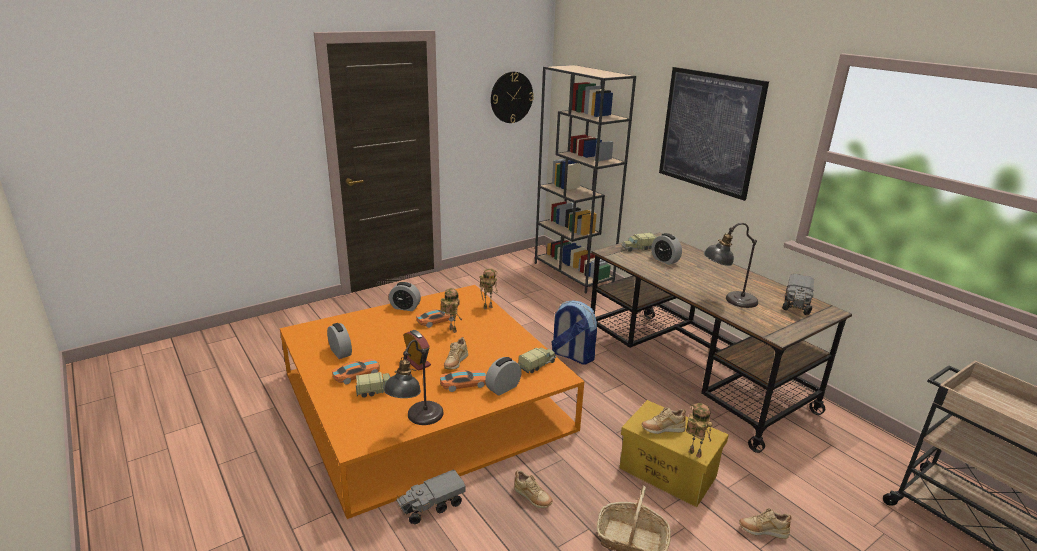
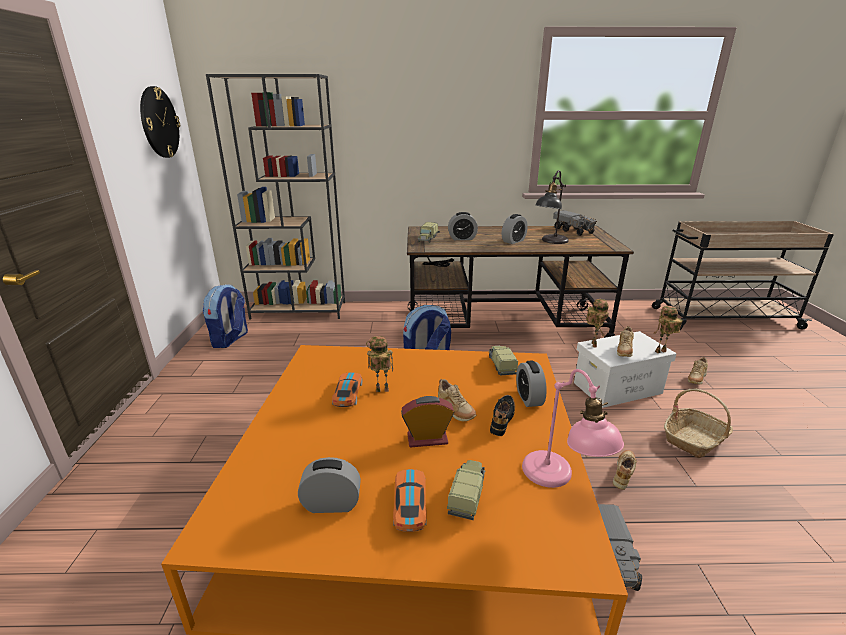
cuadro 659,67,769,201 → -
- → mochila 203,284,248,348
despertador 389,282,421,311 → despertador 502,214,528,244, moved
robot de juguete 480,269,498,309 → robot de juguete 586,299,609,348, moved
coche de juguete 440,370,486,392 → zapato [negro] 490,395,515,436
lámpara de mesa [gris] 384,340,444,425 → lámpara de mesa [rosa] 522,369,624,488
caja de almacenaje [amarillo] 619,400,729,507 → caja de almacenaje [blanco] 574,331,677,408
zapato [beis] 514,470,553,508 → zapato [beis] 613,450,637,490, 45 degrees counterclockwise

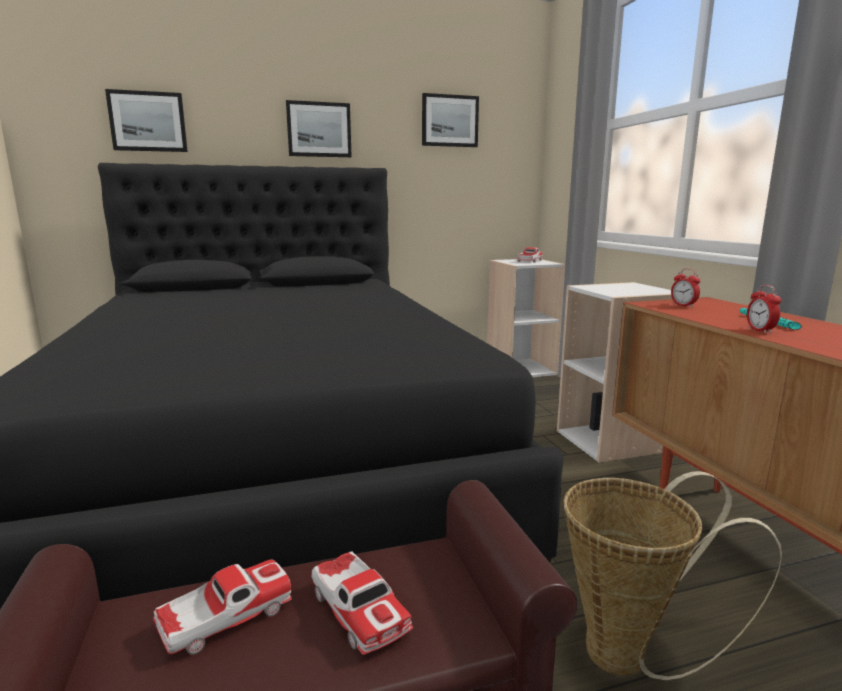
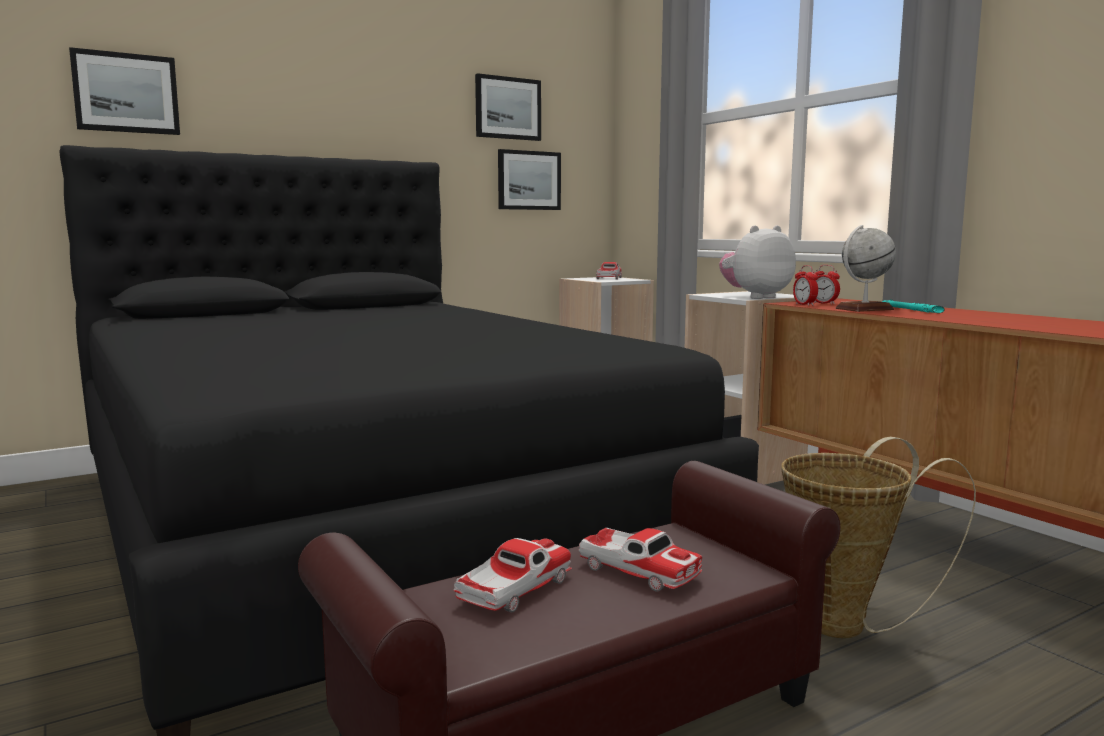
- → peluche 719,225,796,299
- → globo terráqueo 836,225,896,312
cuadro 286,100,352,157 → cuadro 498,149,561,210, moved
despertador 747,285,781,333 → despertador 793,265,818,306, moved

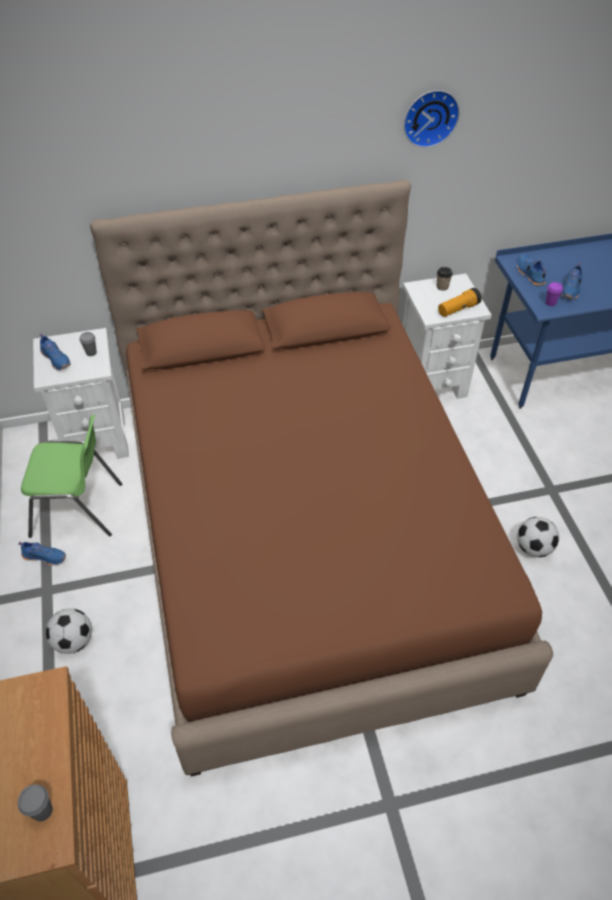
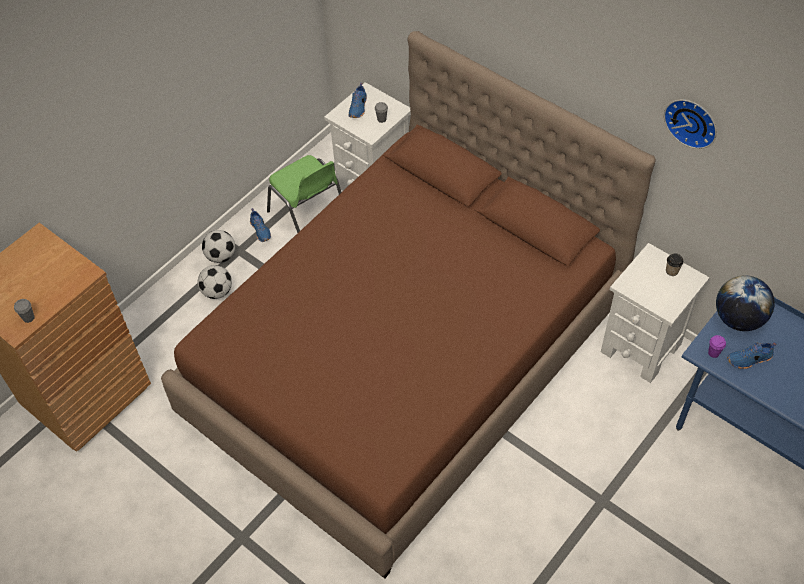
linterna 438,288,482,317 → -
balón de fútbol 517,517,559,557 → balón de fútbol 202,230,235,263, moved
zapato [azul] 517,254,546,285 → globo terráqueo 716,275,775,331

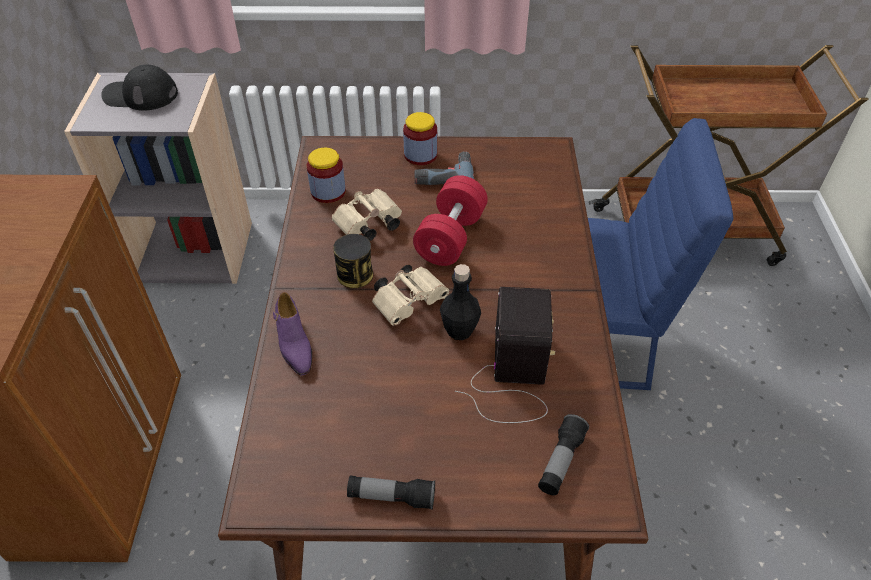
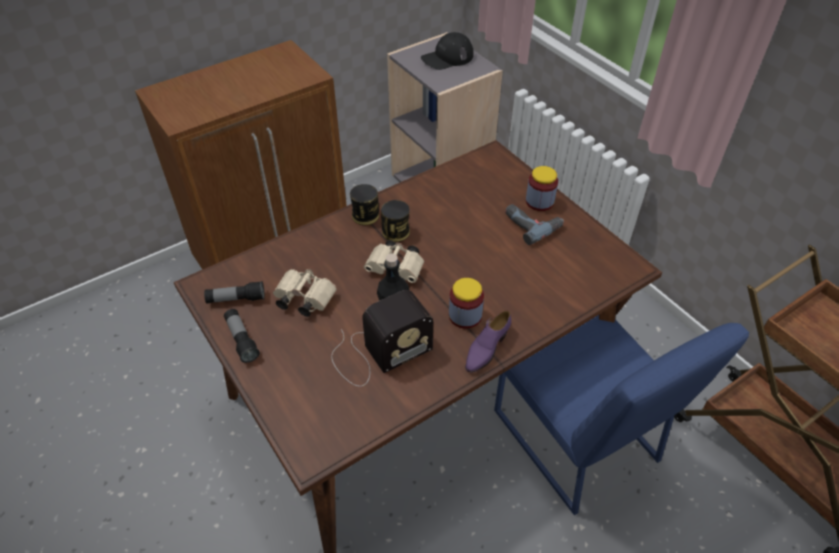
mancuerna [rojo] 413,175,488,266 → -
- → lata 350,184,379,225
zapato [morado] 273,292,312,375 → zapato [morado] 465,311,511,373, moved
tarro 307,148,346,203 → tarro 449,278,484,329, moved
prismáticos [beis] 332,189,402,241 → prismáticos [beis] 273,269,337,317, moved
linterna 538,414,589,495 → linterna 204,281,265,304, moved
gorra [negro] 101,65,178,111 → gorra [negro] 421,32,474,70, 90 degrees counterclockwise

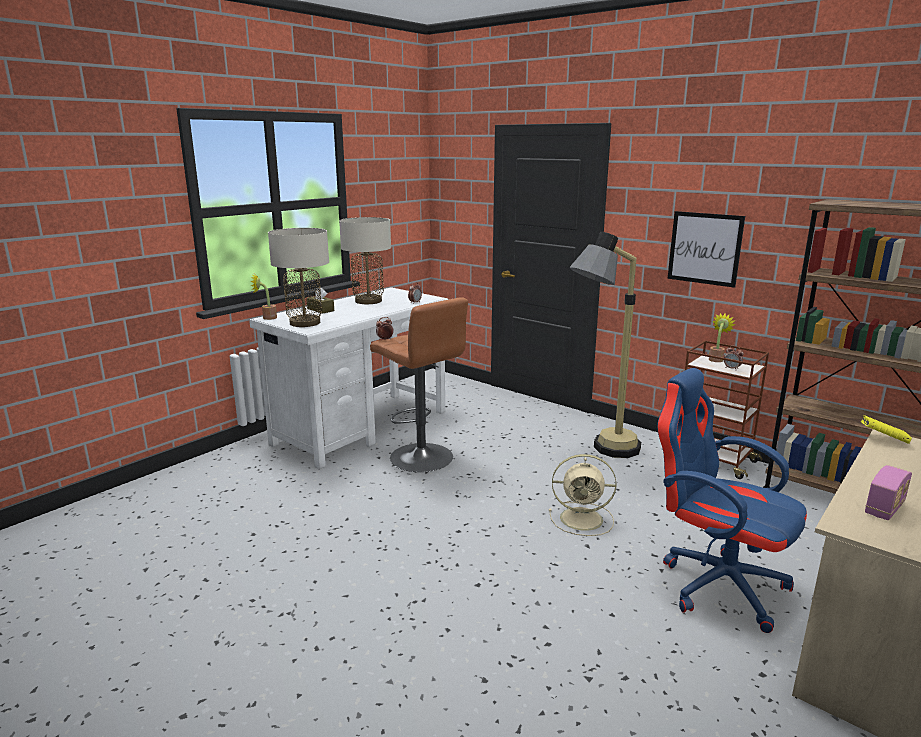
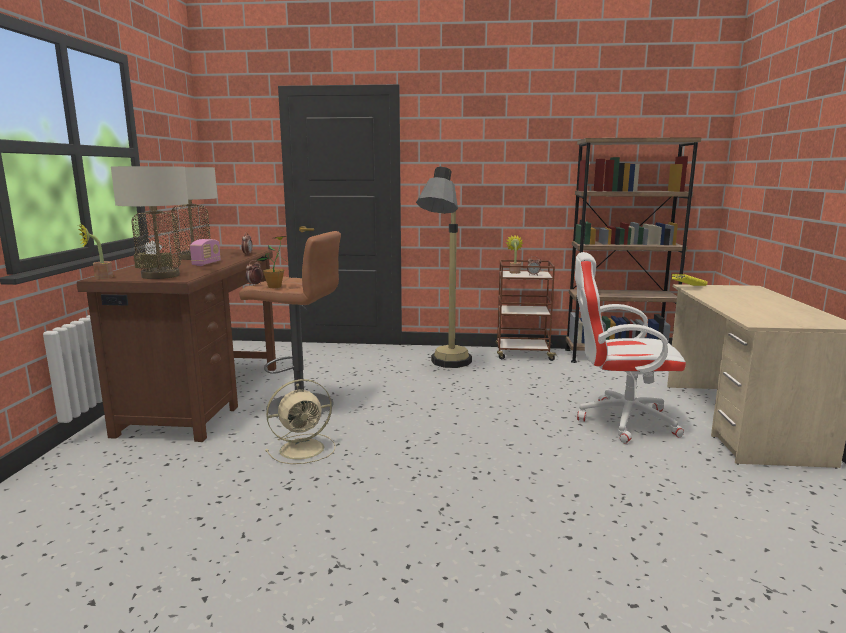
cuadro 668,211,745,288 → -
- → planta en maceta 258,236,287,288
ventilador [beis] 549,454,617,536 → ventilador [beis] 265,379,336,464, moved
radio 865,465,912,520 → radio 190,239,221,266, moved
escritorio [blanco] 249,287,448,469 → escritorio [marrón] 77,249,276,442
silla de oficina [azul] 657,368,807,633 → silla de oficina [blanco] 575,252,686,443

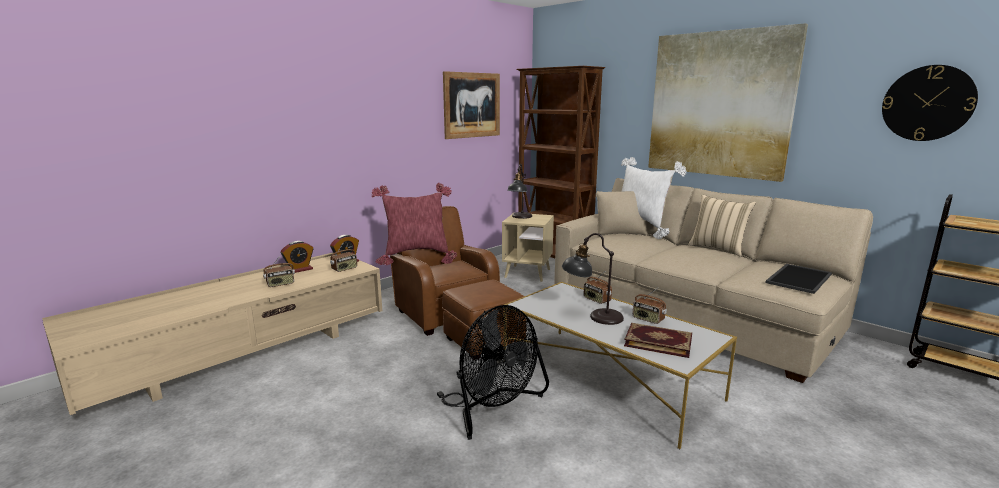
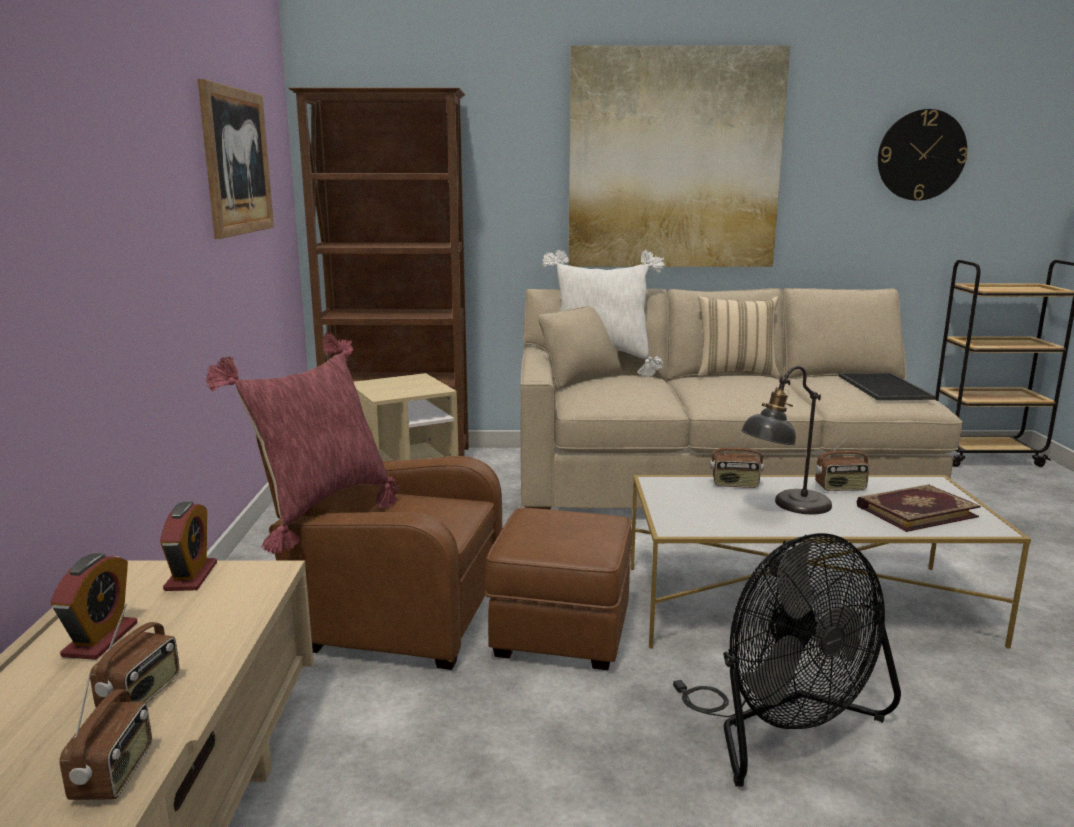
lámpara de mesa [gris] 507,164,532,219 → -
radio 330,242,357,272 → radio 60,673,152,800, moved
ventilador [negro] 437,305,549,440 → ventilador [negro] 673,533,901,787, 60 degrees clockwise

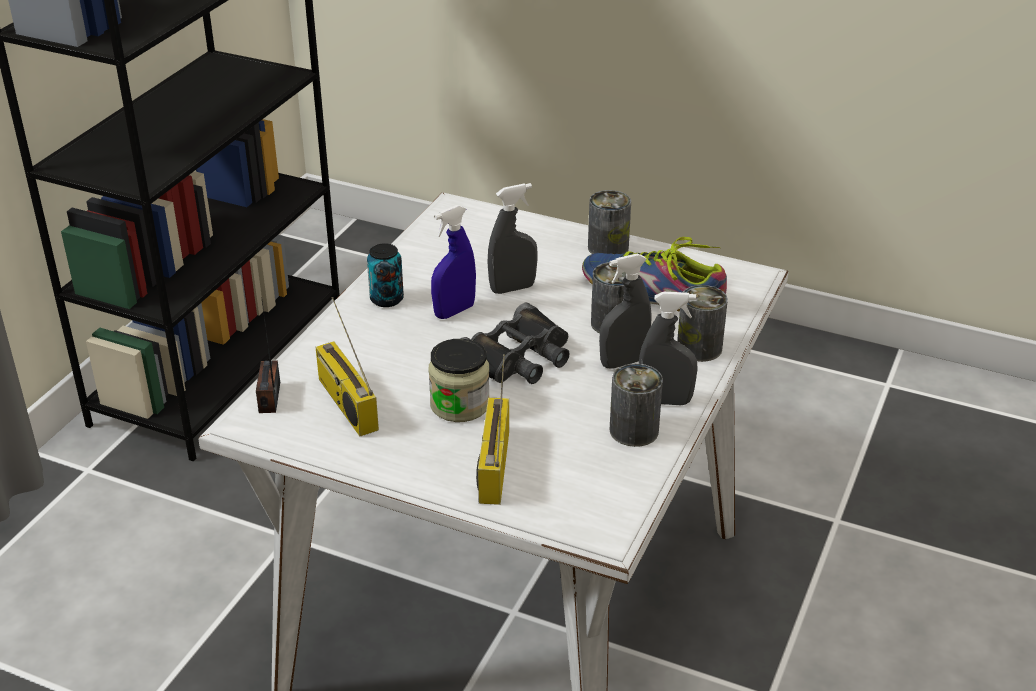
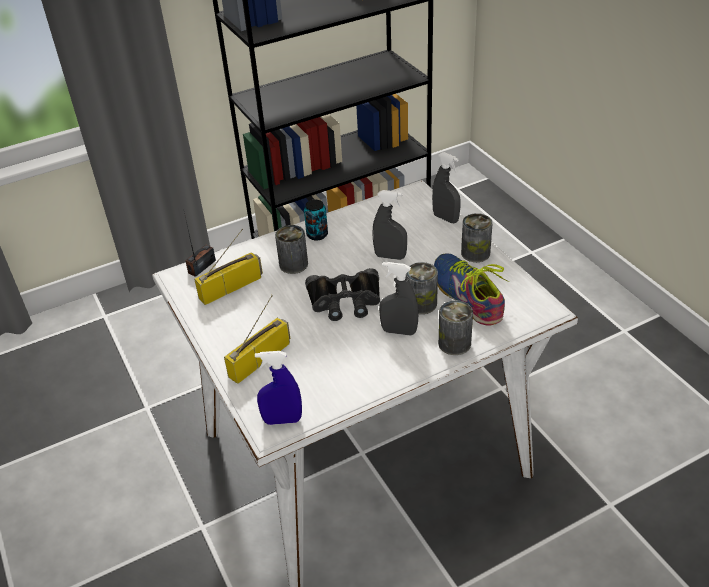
tarro 429,339,490,422 → -
pulverizador [azul] 431,205,476,319 → pulverizador [azul] 255,351,302,425, moved
lata 609,364,663,447 → lata 275,225,308,274, moved
pulverizador [gris] 639,292,698,405 → pulverizador [gris] 432,152,460,223, moved
radio 316,297,379,436 → radio 194,229,263,305, 45 degrees clockwise

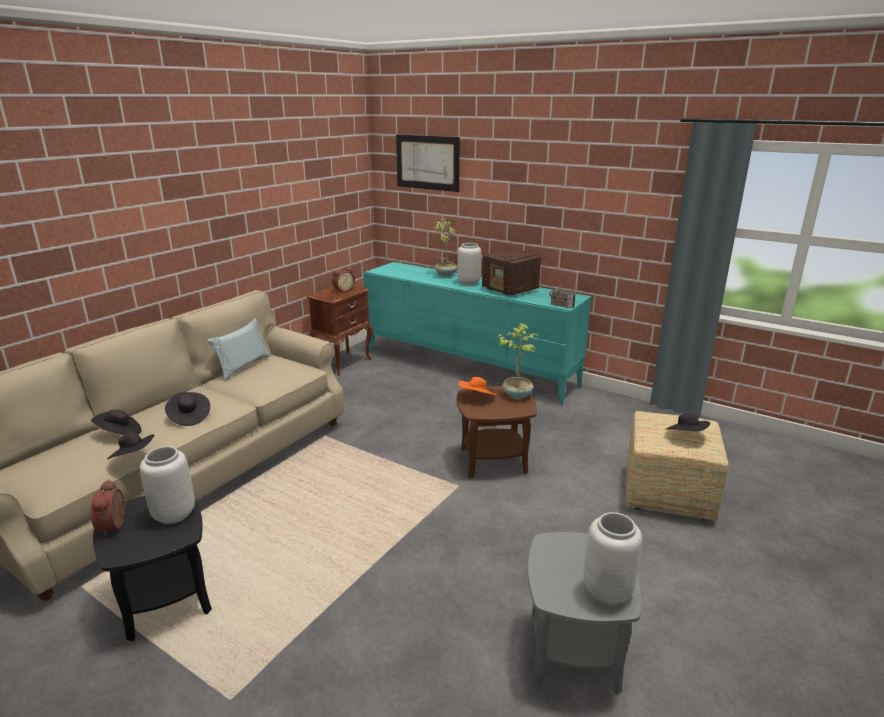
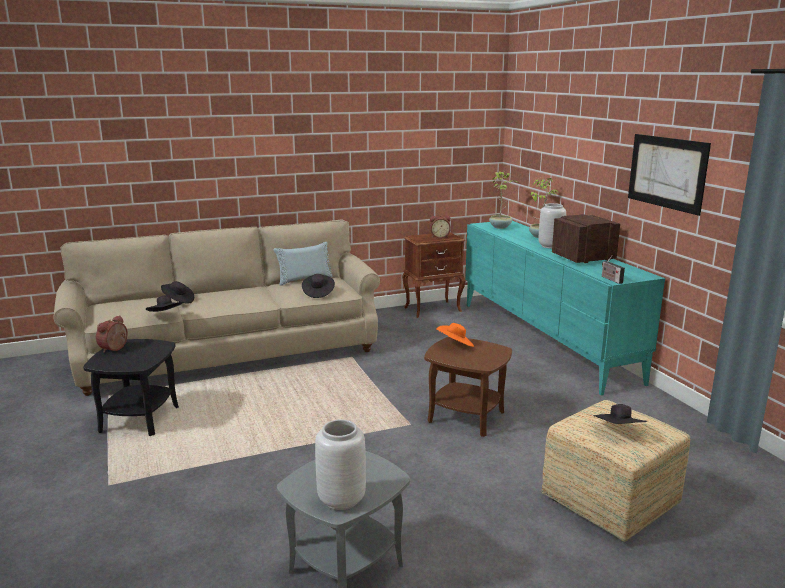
florero [gris] 140,446,195,524 → -
sombrero [negro] 165,392,210,426 → sombrero [negro] 302,274,335,298, moved
cuadro 396,135,460,192 → cuadro 628,134,711,216, moved
planta en maceta 499,323,539,399 → planta en maceta 489,171,517,229, moved
radio 482,249,541,296 → radio 552,214,620,263, 75 degrees clockwise

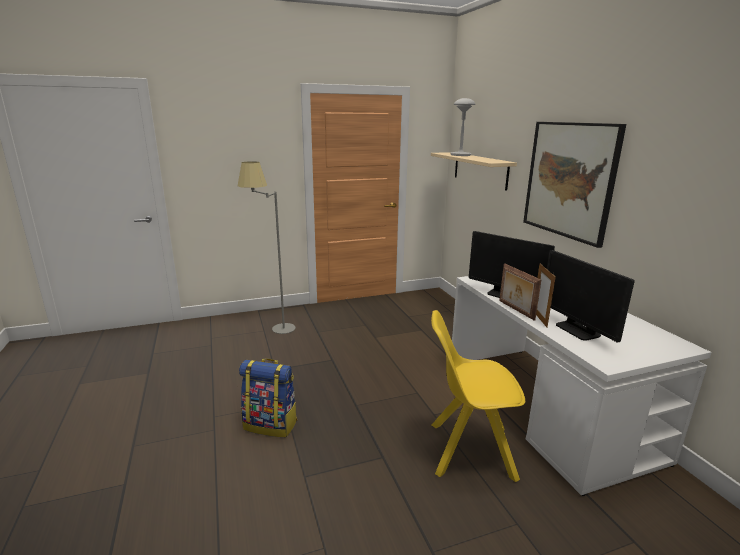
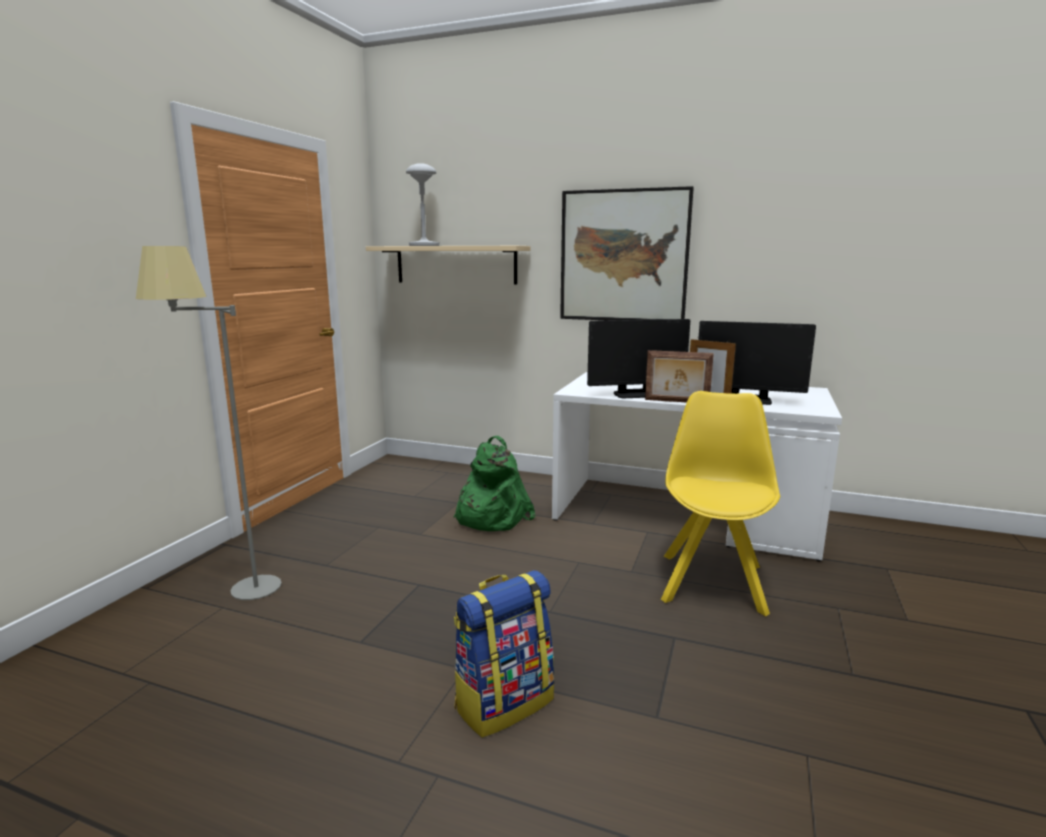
- → mochila [verde] 454,436,535,531
silla [amarillo] 431,310,525,482 → silla [amarillo] 661,391,780,616, 150 degrees clockwise

